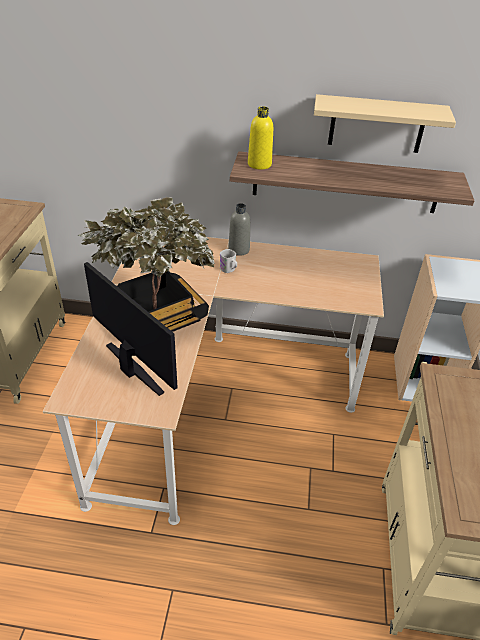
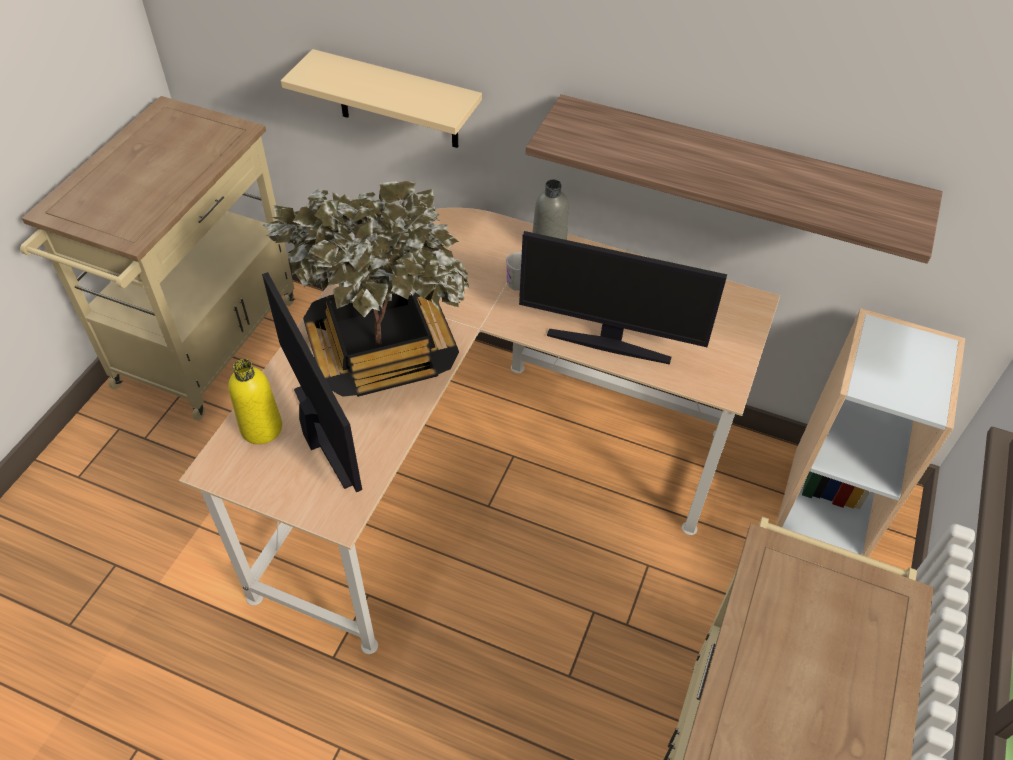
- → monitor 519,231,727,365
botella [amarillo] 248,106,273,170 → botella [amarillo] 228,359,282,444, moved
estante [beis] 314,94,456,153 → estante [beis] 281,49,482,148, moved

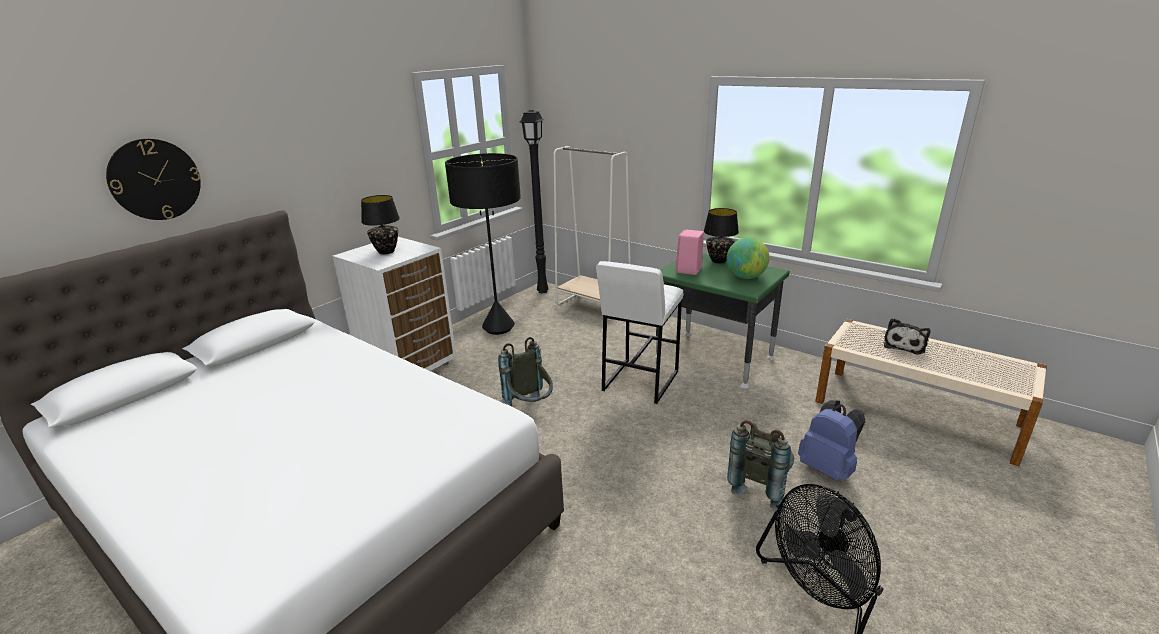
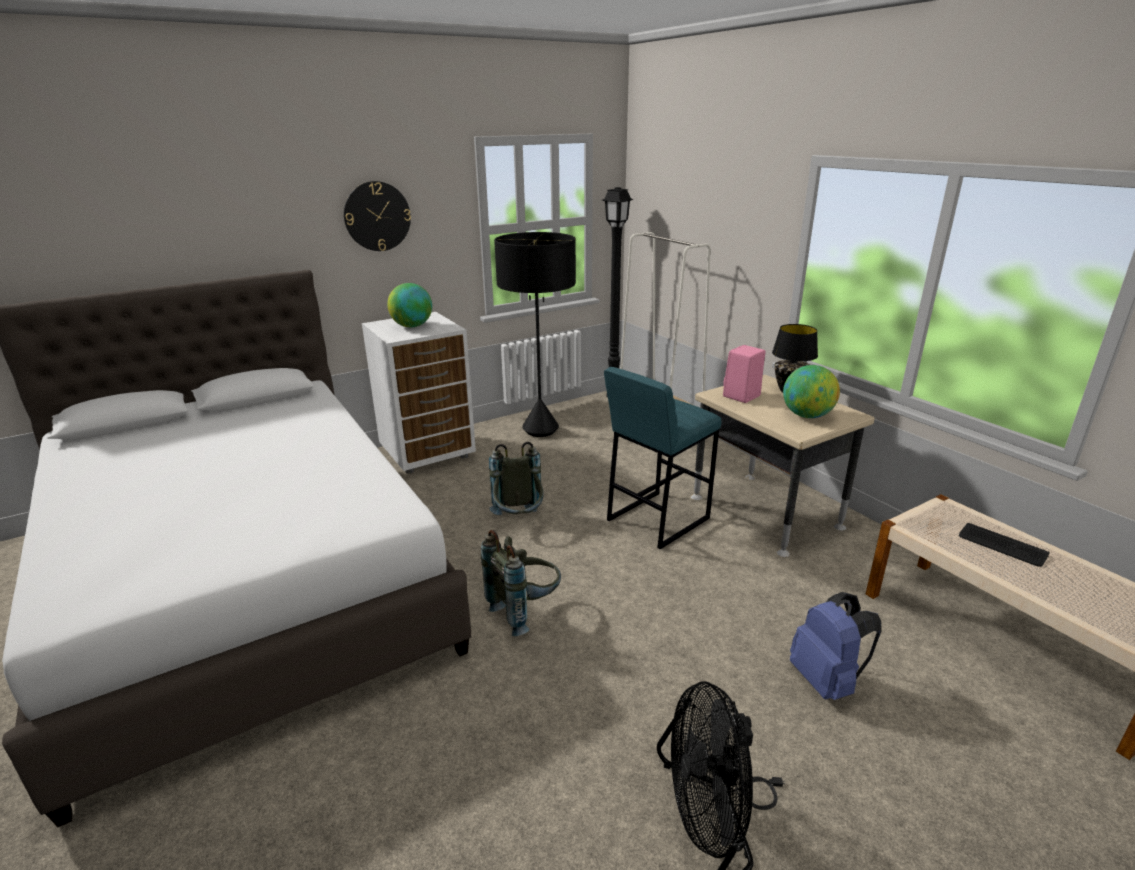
reloj de pared 106,139,201,220 → reloj de pared 344,181,411,251, moved
mochila [gris] 727,421,794,509 → mochila [gris] 481,530,561,636, moved
lámpara de mesa [negro] 361,195,400,254 → globo terráqueo 387,283,432,328
peluche 884,318,931,354 → teclado 959,523,1050,567
taburete [blanco] 596,261,683,404 → taburete [turquesa] 604,367,721,549
escritorio [verde] 654,253,790,389 → escritorio [beis] 691,375,875,557

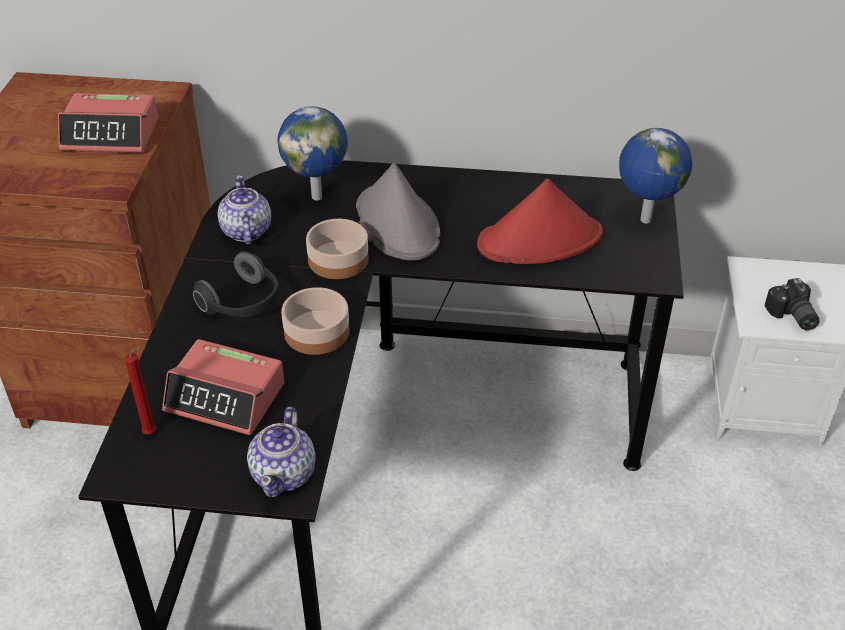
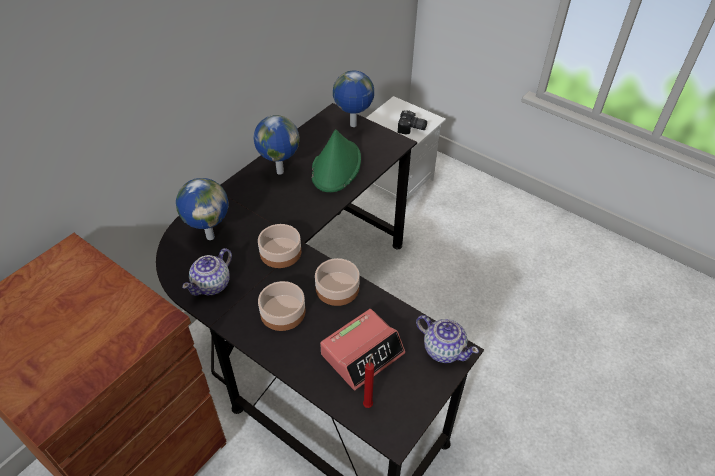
despertador 58,93,158,153 → -
sombrero [gris] 356,163,440,261 → -
- → globo terráqueo 253,115,300,175
auriculares 193,251,280,317 → cuenco 258,281,305,331
sombrero [rojo] 477,179,603,264 → sombrero [verde] 312,129,361,192
tetera 217,175,272,245 → tetera 182,248,232,296, 75 degrees counterclockwise

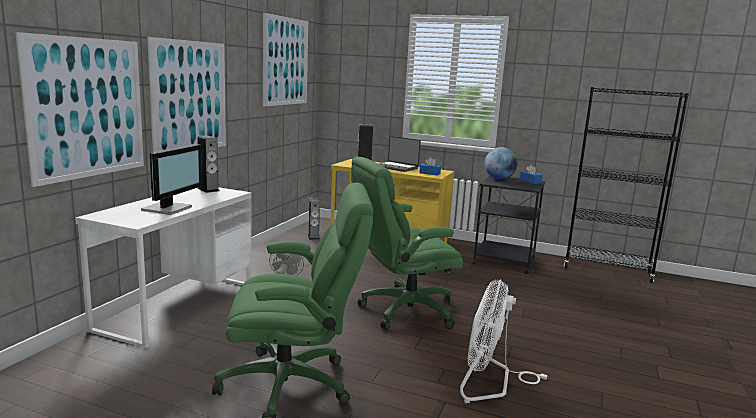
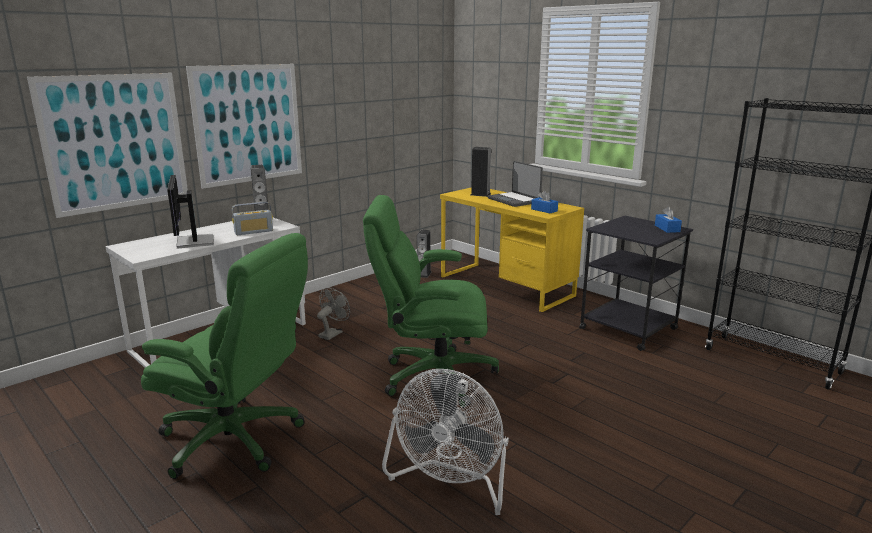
cuadro 263,12,308,106 → -
globo terráqueo 484,147,518,180 → -
- → radio 232,202,273,235
monitor 141,144,202,215 → monitor 167,175,214,249, 120 degrees clockwise
ventilador [blanco] 460,280,548,404 → ventilador [blanco] 382,369,509,515, 105 degrees counterclockwise

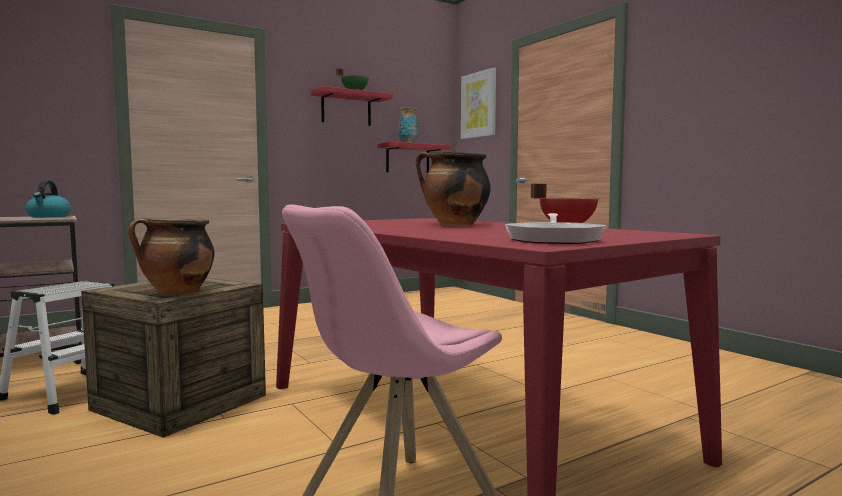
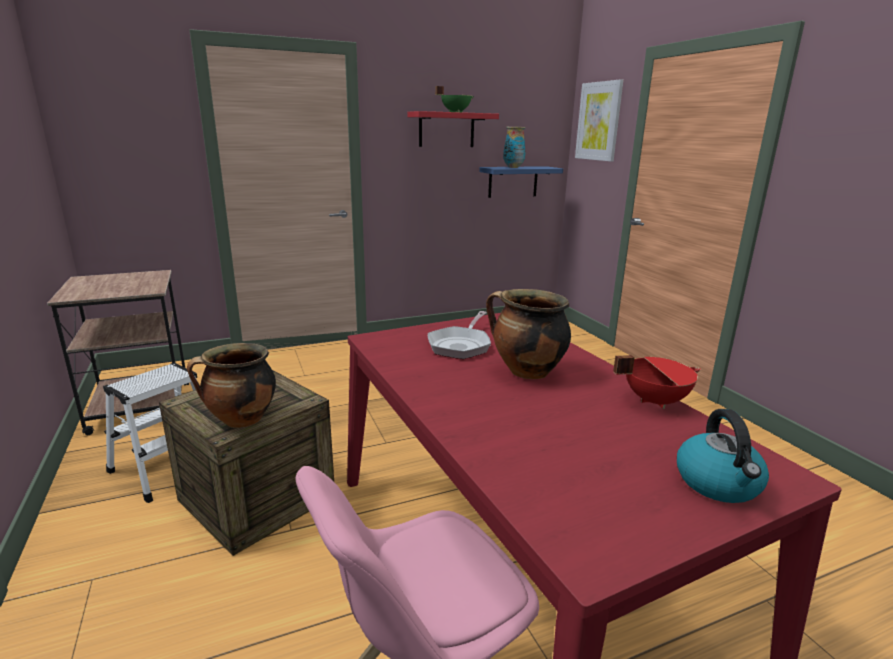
hervidor 26,180,71,217 → hervidor 677,409,769,503, moved
sartén 505,213,606,244 → sartén 428,311,491,359, moved
estante [rojo] 377,142,452,173 → estante [azul] 479,166,563,198

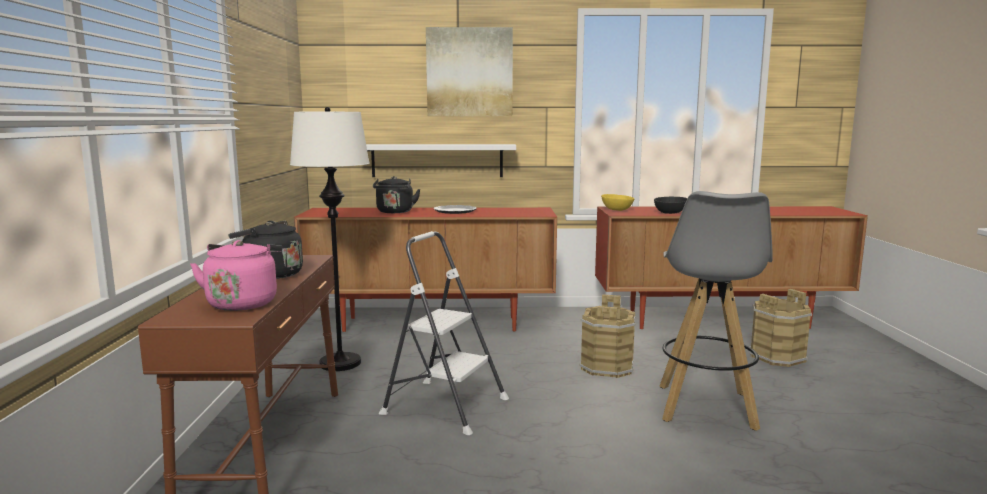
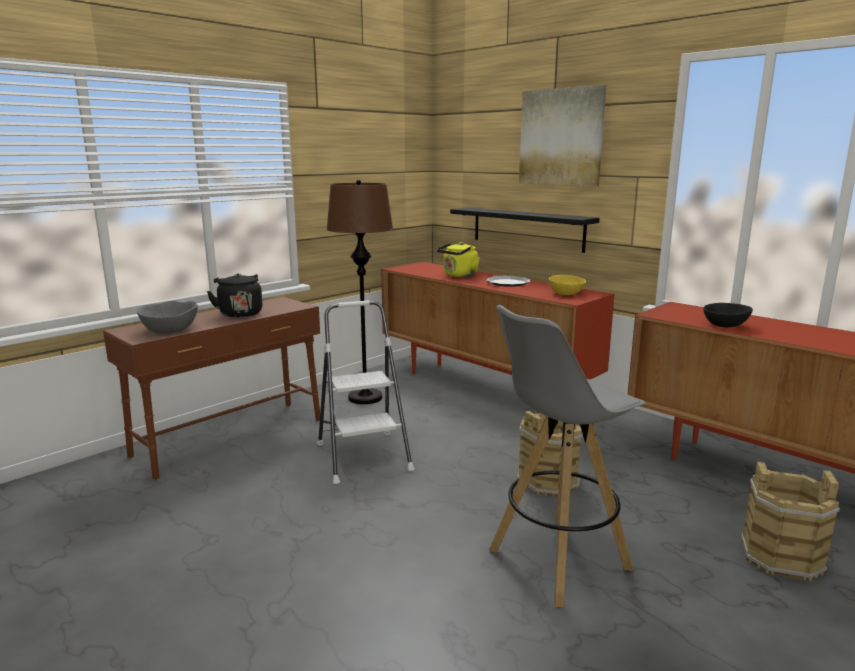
cuenco [amarillo] 601,194,635,211 → cuenco [amarillo] 549,275,586,295, moved
hervidor [rosa] 190,240,282,311 → cuenco [gris] 137,300,198,333
lámpara de pie [blanco] 290,107,370,371 → lámpara de pie [marrón] 326,180,393,404
estante [blanco] 366,144,516,177 → estante [negro] 450,208,600,253
hervidor [negro] 373,176,421,213 → hervidor [amarillo] 437,242,480,278

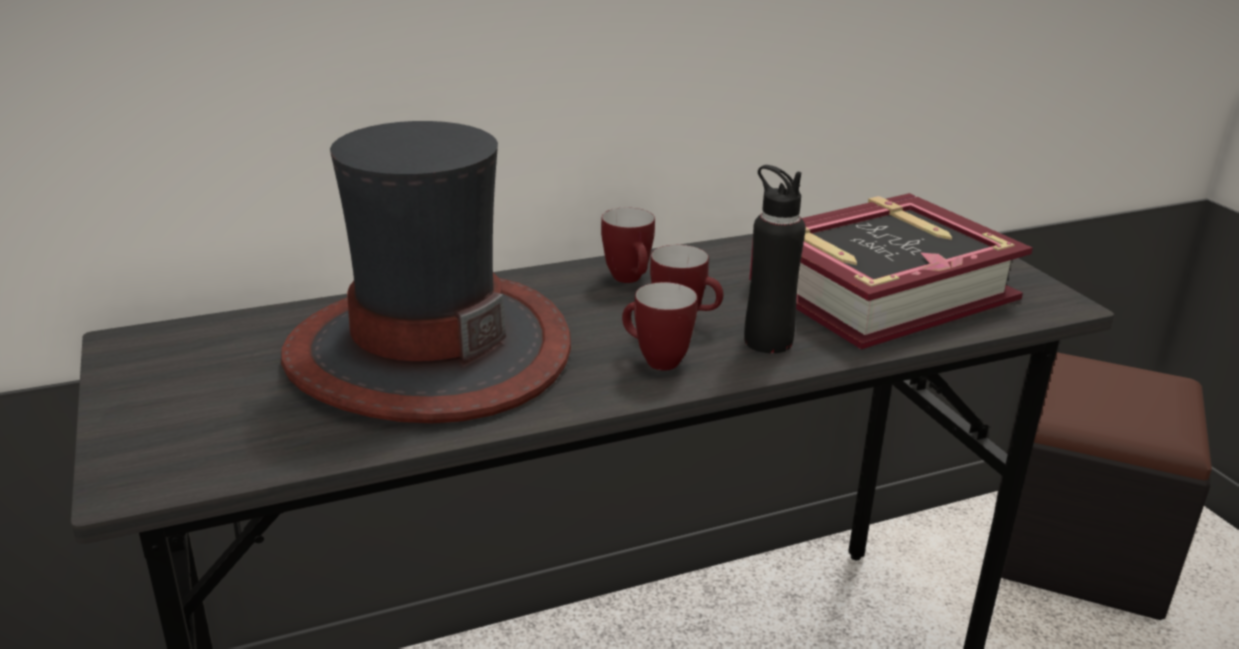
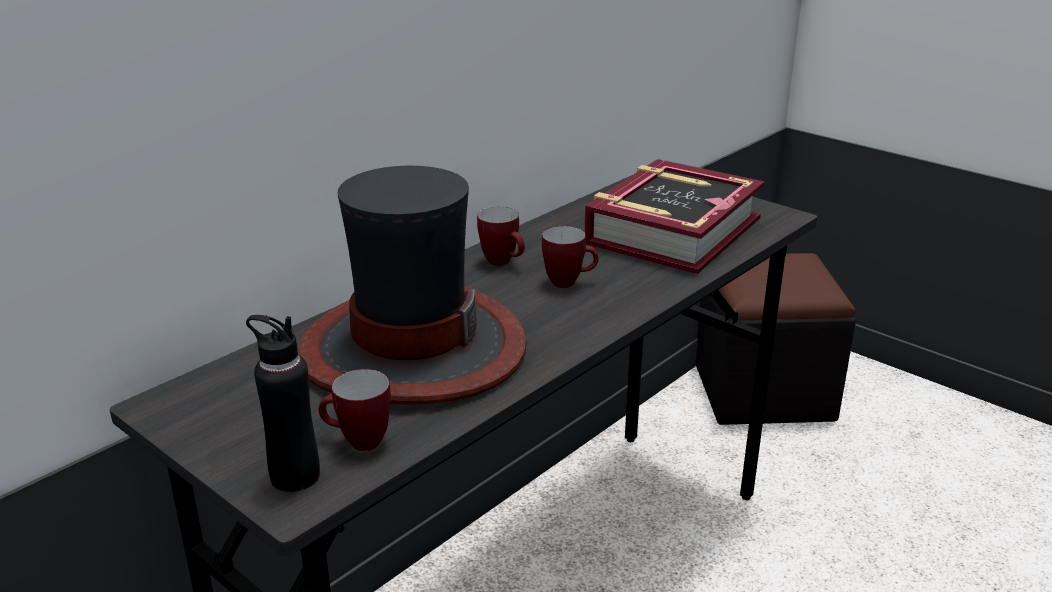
taza grande 622,282,697,371 → taza grande 319,369,391,451, moved
botella [negro] 744,165,806,353 → botella [negro] 246,315,320,492, moved

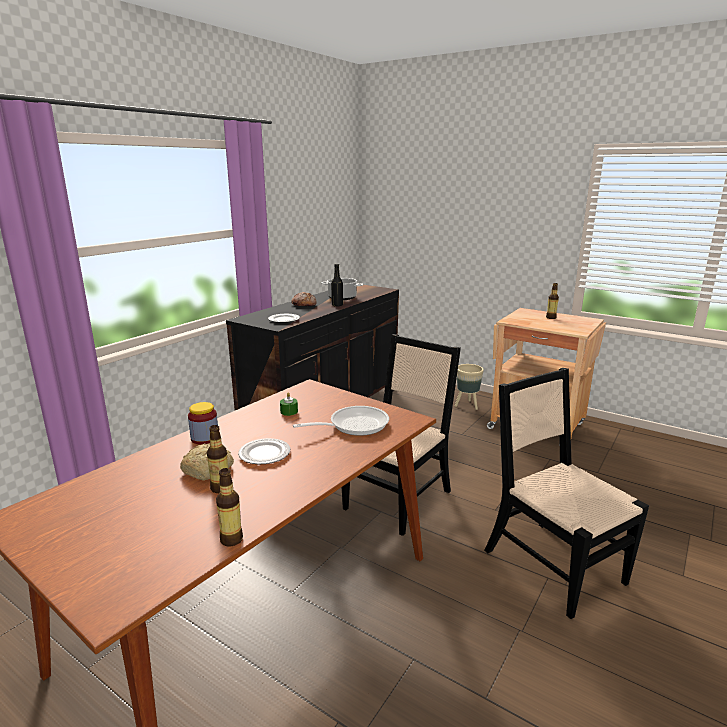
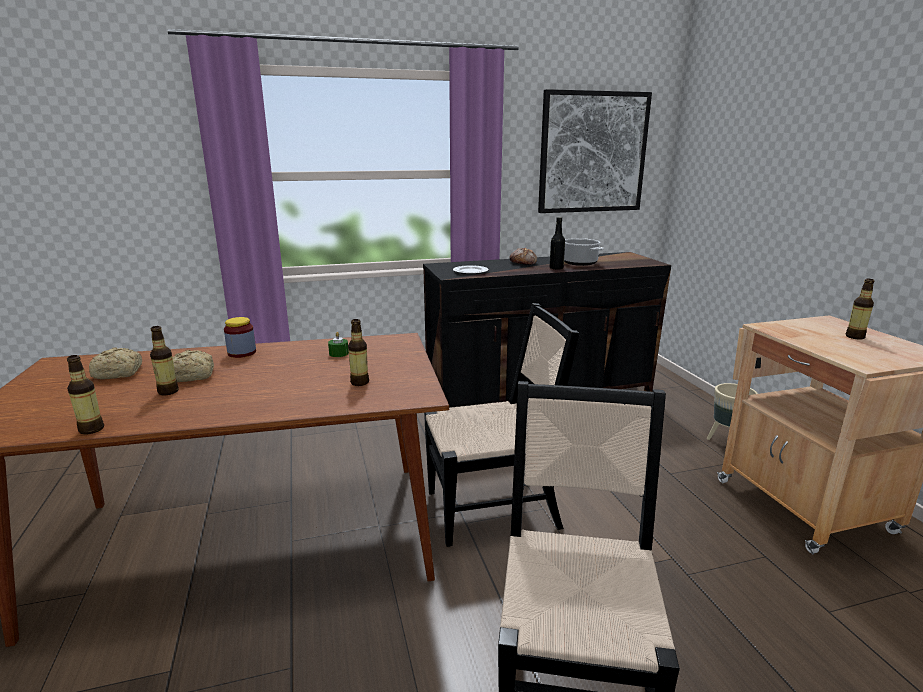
plato 238,438,290,464 → -
- → pan 89,347,142,379
- → cuadro 538,89,652,213
sartén 293,406,389,436 → botella 348,319,369,386

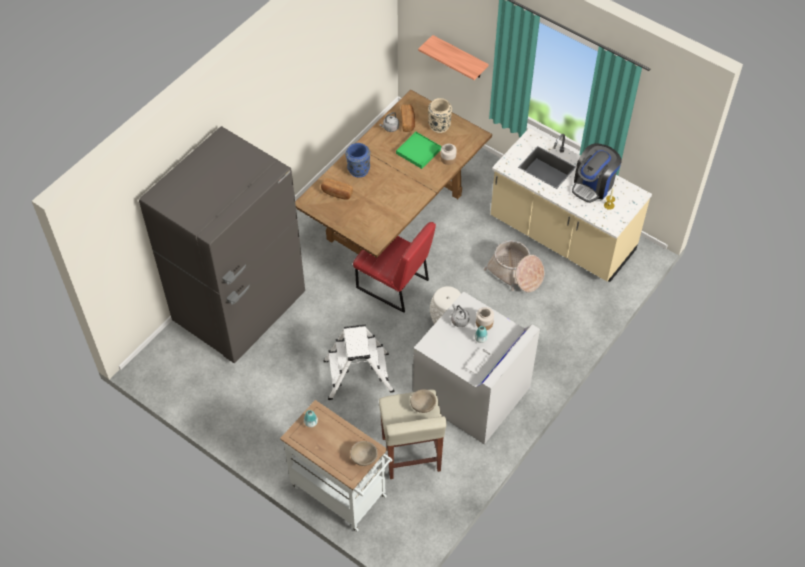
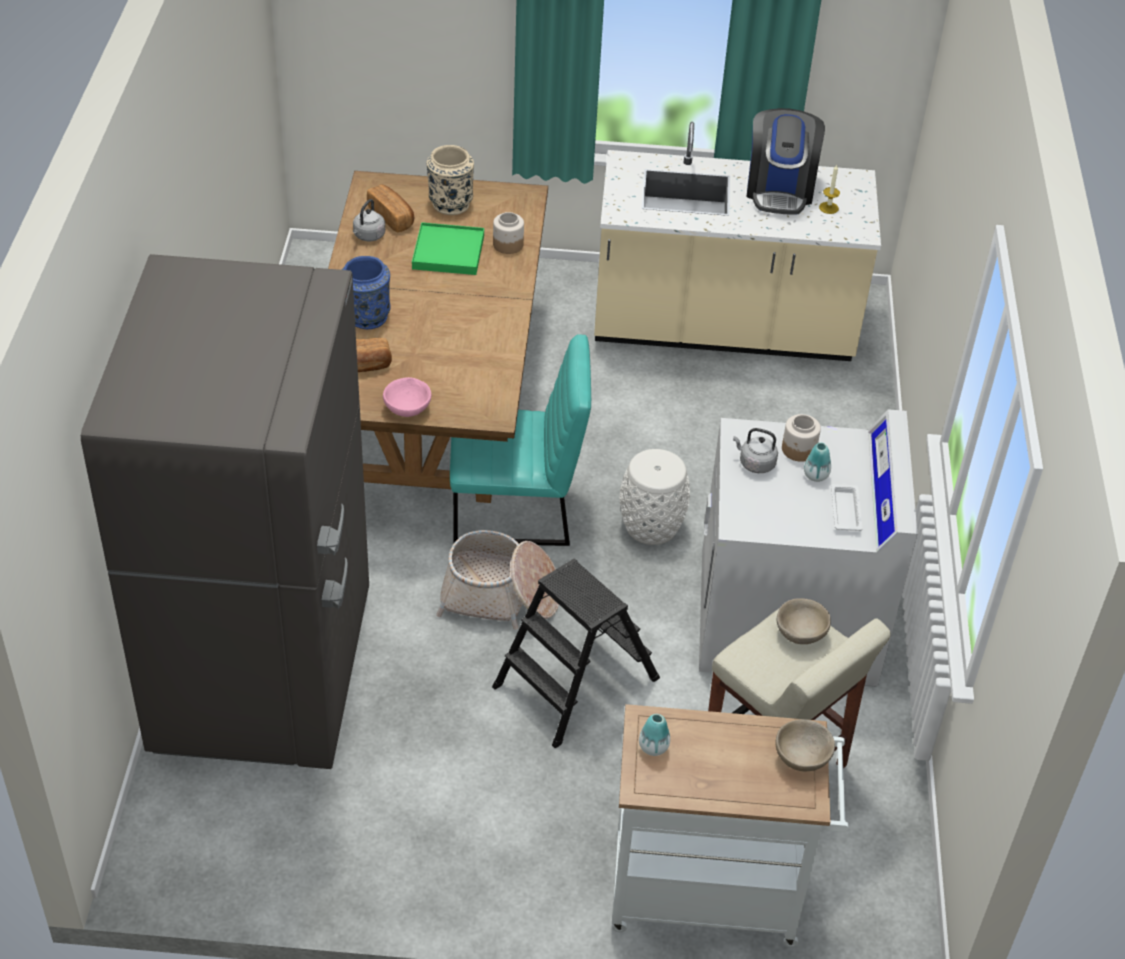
estante 418,35,489,80 → -
- → cuenco [rosa] 383,377,431,417
cesta 484,240,544,292 → cesta 436,530,559,630, moved
escalera de tijera [blanco] 323,324,395,400 → escalera de tijera [negro] 492,558,660,748
silla [rojo] 353,222,436,313 → silla [turquesa] 450,334,591,546

